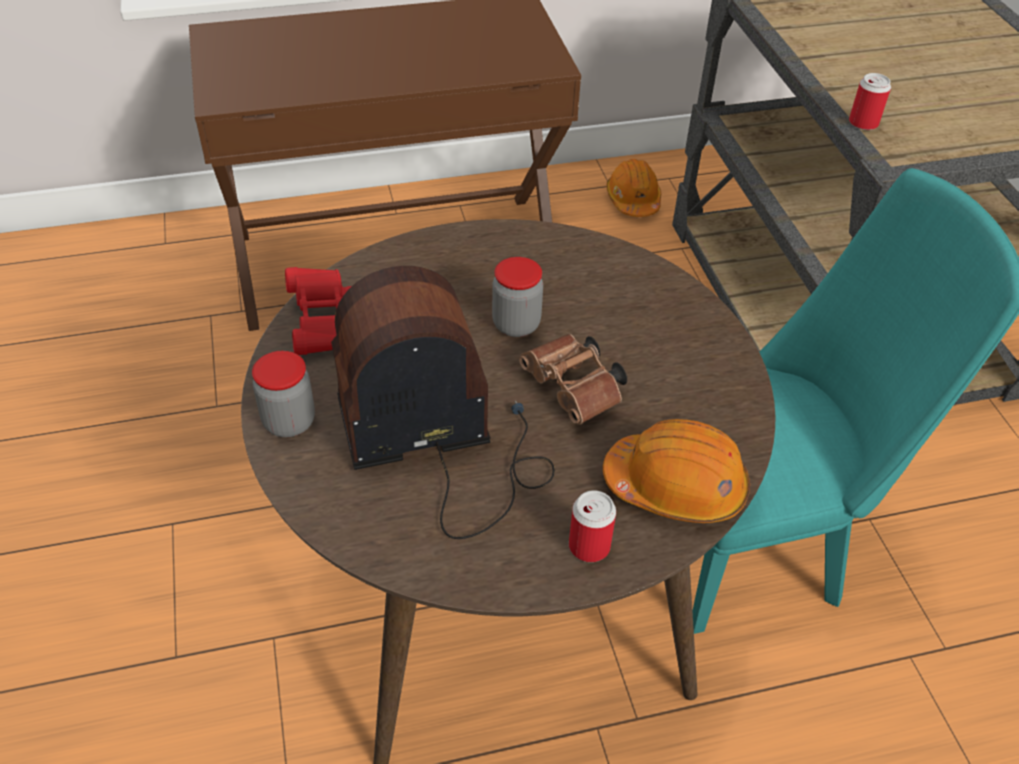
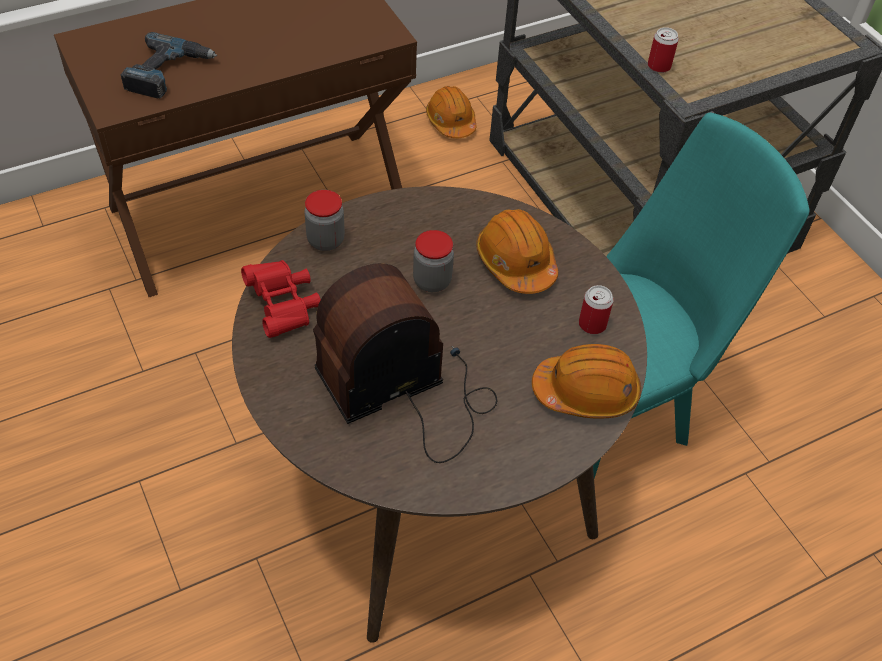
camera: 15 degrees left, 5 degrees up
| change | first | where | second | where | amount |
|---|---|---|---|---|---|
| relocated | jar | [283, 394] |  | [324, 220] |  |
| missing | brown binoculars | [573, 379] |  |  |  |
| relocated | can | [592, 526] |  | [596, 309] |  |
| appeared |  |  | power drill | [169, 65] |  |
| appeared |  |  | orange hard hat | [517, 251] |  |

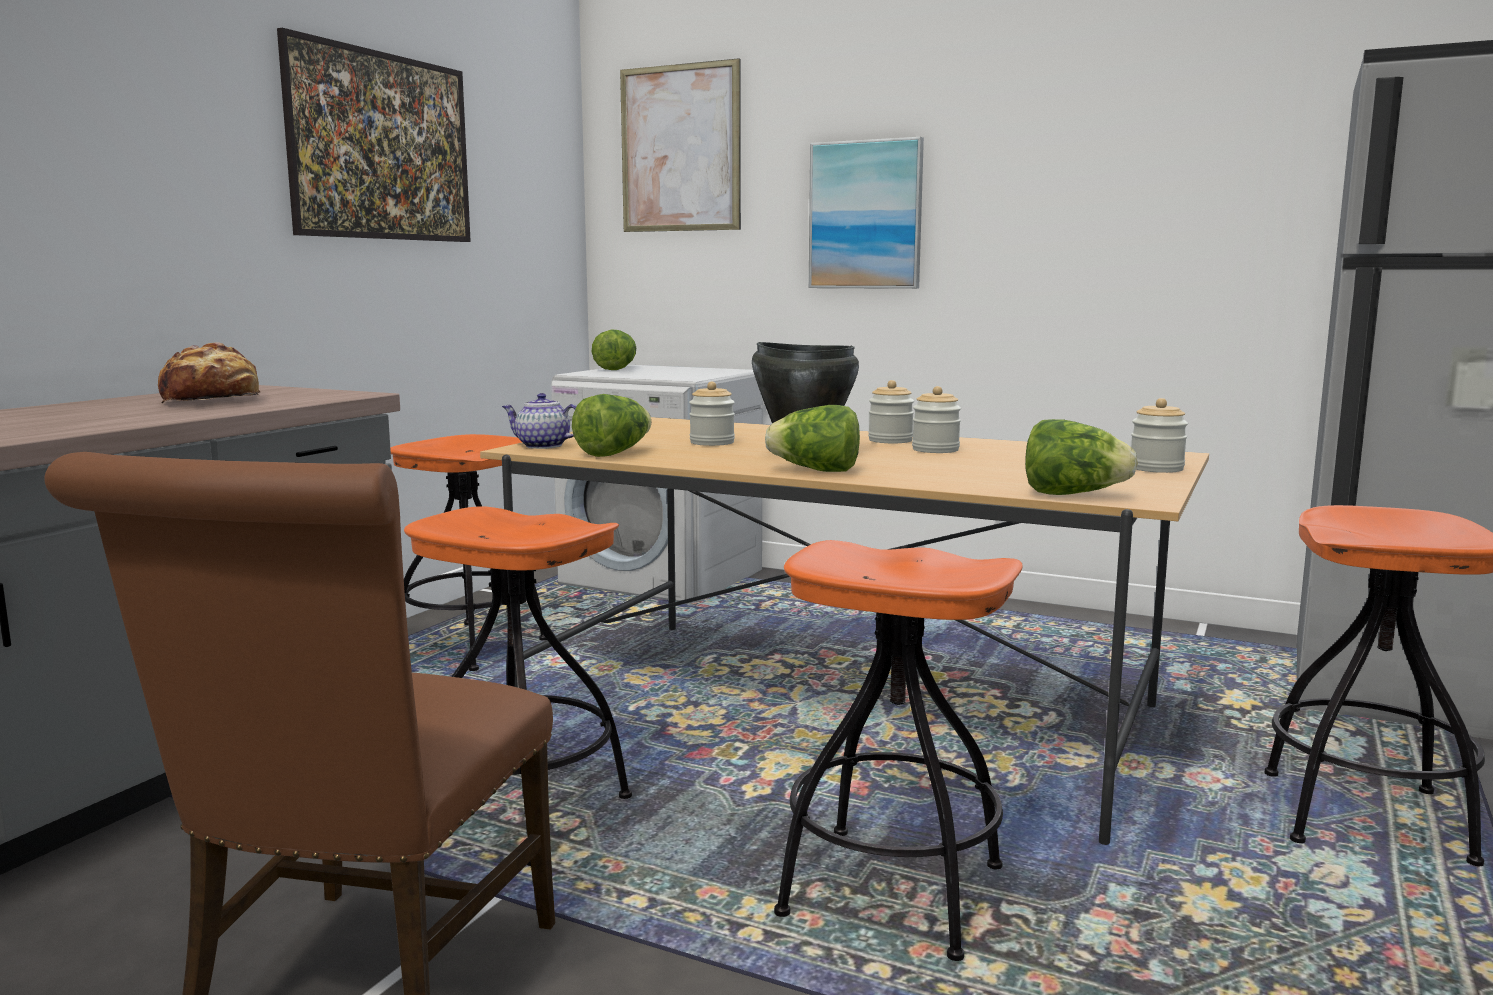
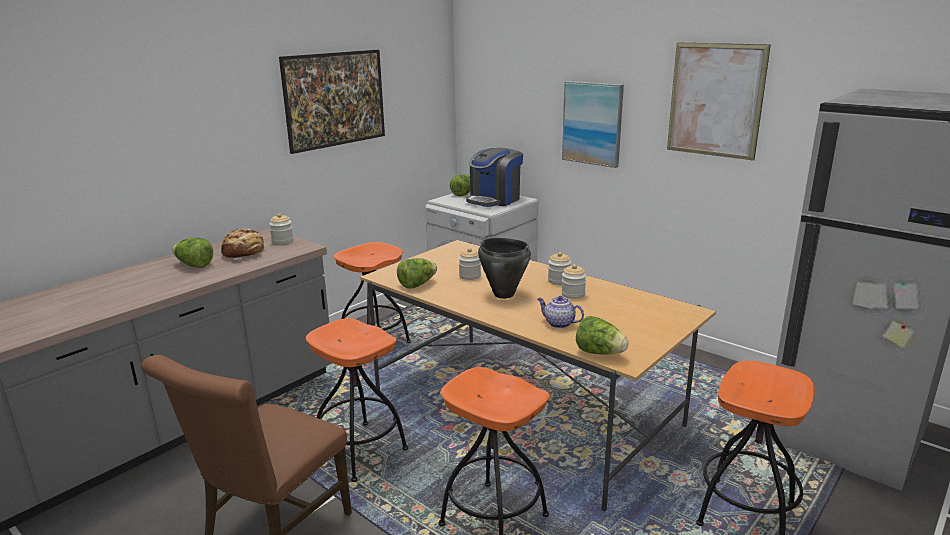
camera: 15 degrees right, 10 degrees up
| change | first | where | second | where | amount |
|---|---|---|---|---|---|
| relocated | teapot | [539, 421] |  | [561, 312] |  |
| relocated | picture | [680, 145] |  | [719, 101] |  |
| relocated | lettuce | [812, 438] |  | [192, 252] |  |
| relocated | jar | [1159, 435] |  | [281, 228] |  |
| appeared |  |  | coffee machine | [494, 177] |  |

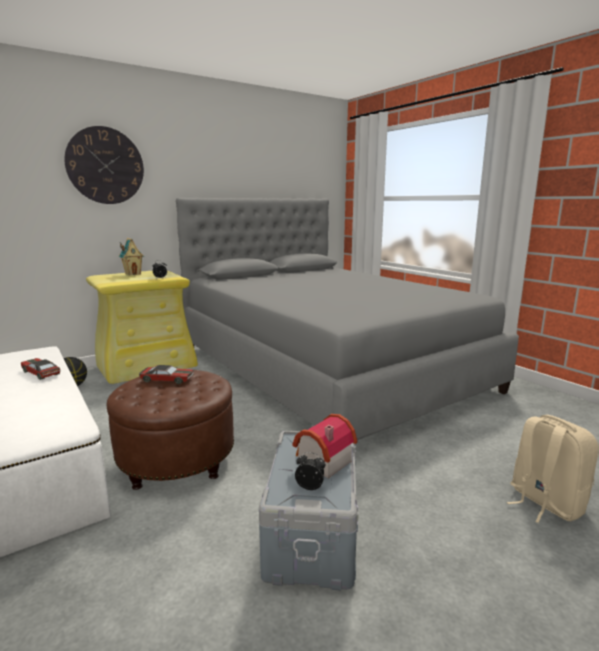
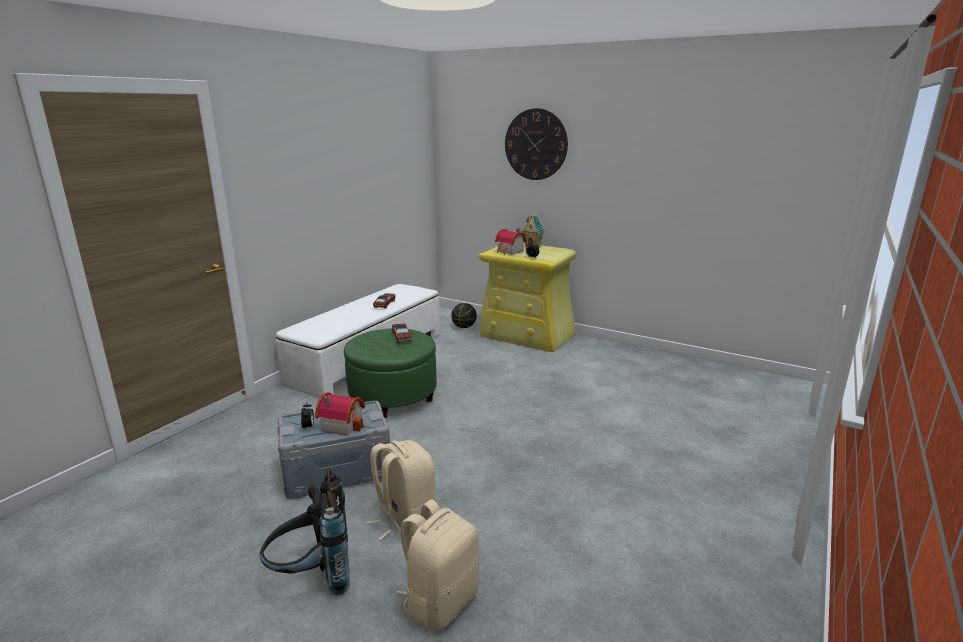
camera: 65 degrees right, 5 degrees up
| change | first | where | second | where | amount |
|---|---|---|---|---|---|
| colour | brown ottoman | [170, 430] | green ottoman | [390, 373] |  |
| missing | grey bed | [347, 319] |  |  |  |
| appeared |  |  | black backpack | [305, 531] |  |
| appeared |  |  | beige backpack | [401, 490] |  |
| appeared |  |  | toy house | [511, 241] |  |

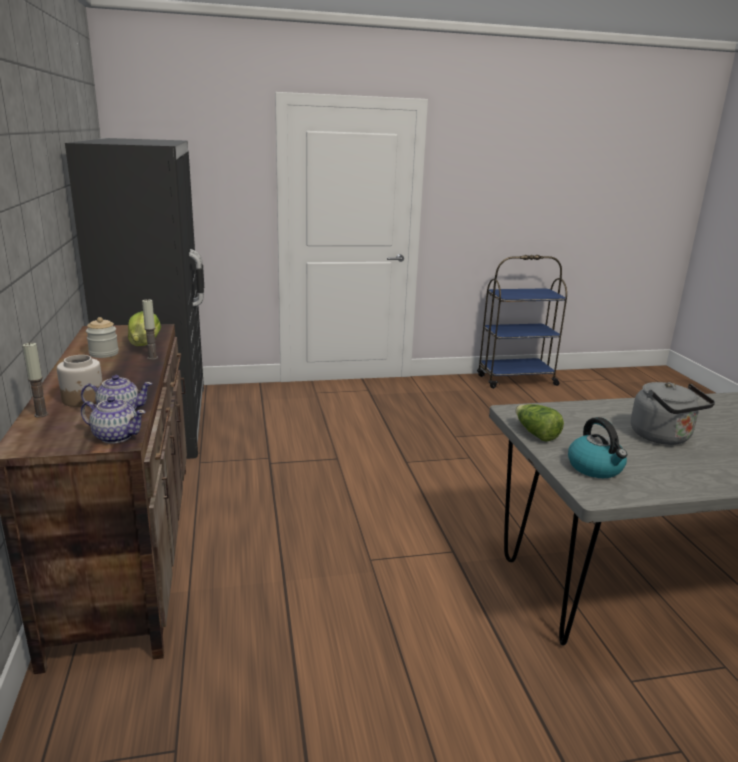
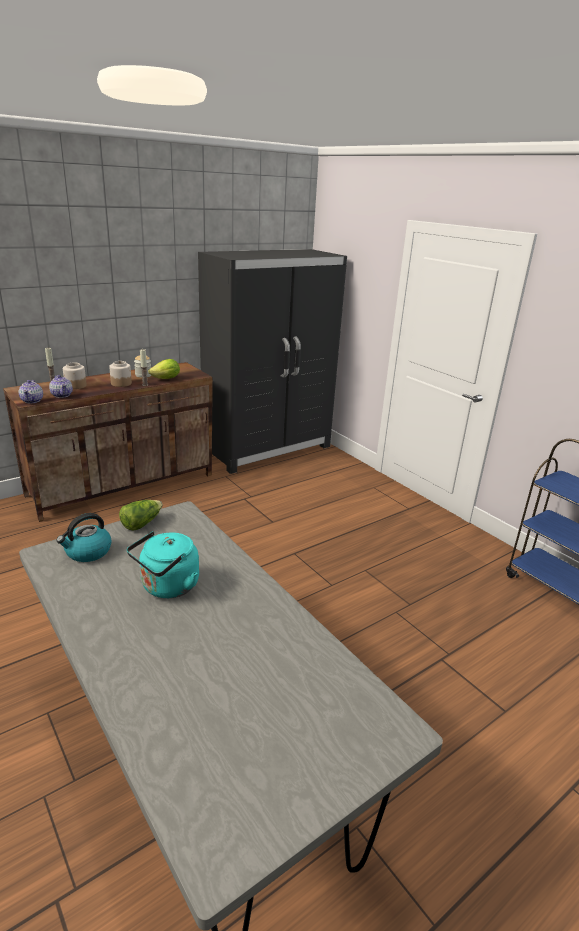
camera: 65 degrees right, 5 degrees up
| change | first | where | second | where | amount |
|---|---|---|---|---|---|
| colour | grey kettle | [673, 413] | turquoise kettle | [163, 564] |  |
| appeared |  |  | jar | [120, 374] |  |

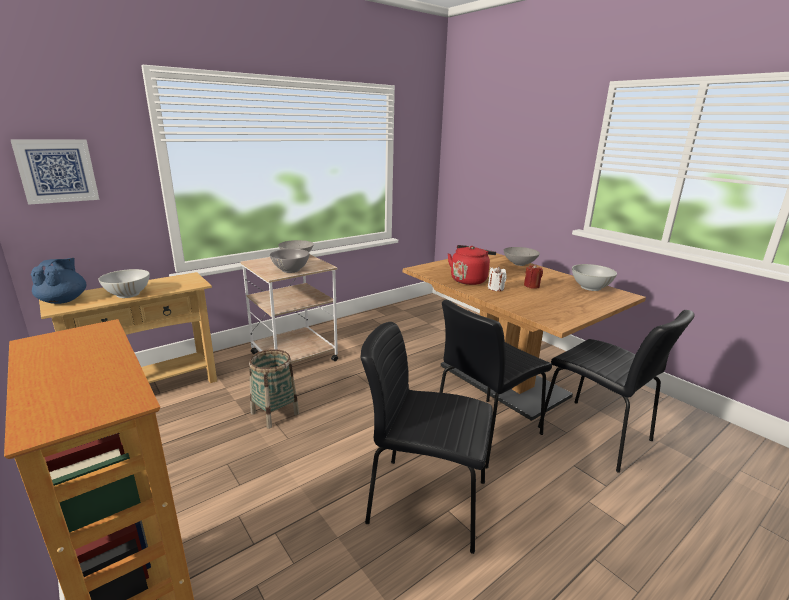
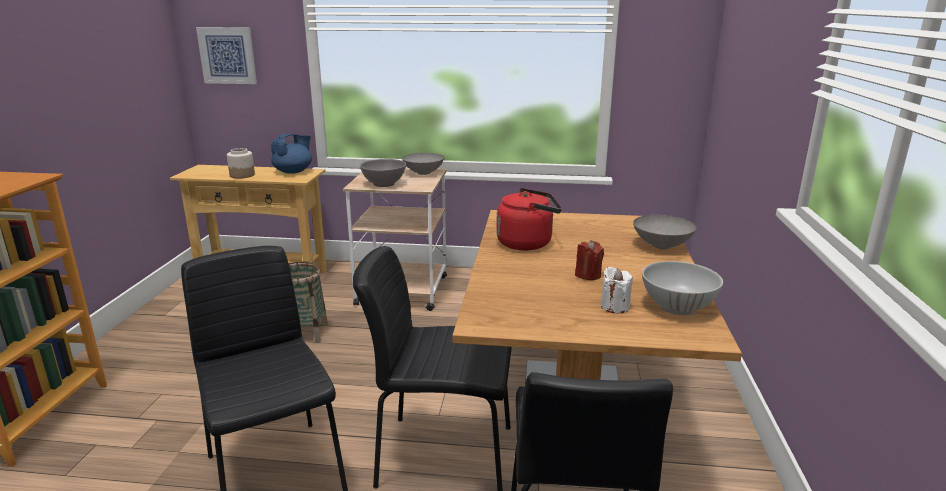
camera: 45 degrees right, 0 degrees up
| change | first | where | second | where | amount |
|---|---|---|---|---|---|
| relocated | blue teapot | [59, 281] |  | [291, 153] |  |
| exchanged | white bowl | [124, 283] | jar | [241, 163] |  |
| relocated | white candle | [497, 278] |  | [617, 290] |  |

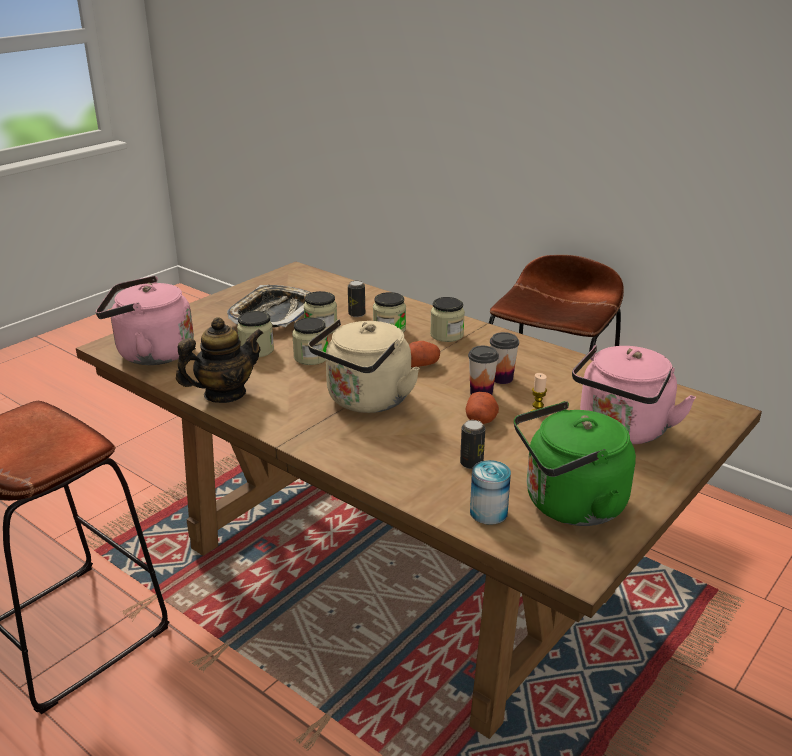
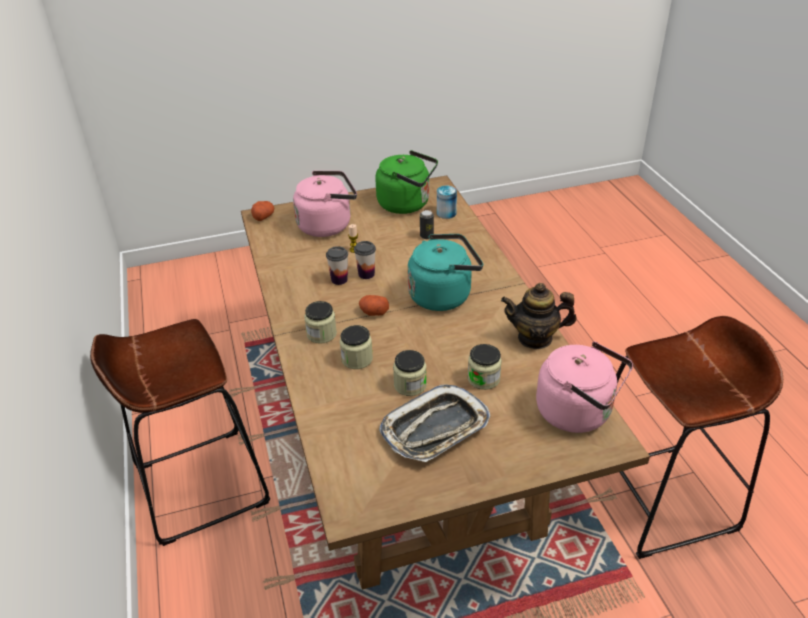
camera: 145 degrees left, 10 degrees up
| change | first | where | second | where | amount |
|---|---|---|---|---|---|
| missing | jar | [310, 341] |  |  |  |
| colour | beige kettle | [364, 366] | turquoise kettle | [445, 272] |  |
| missing | can | [356, 298] |  |  |  |
| relocated | potato | [482, 408] |  | [262, 211] |  |

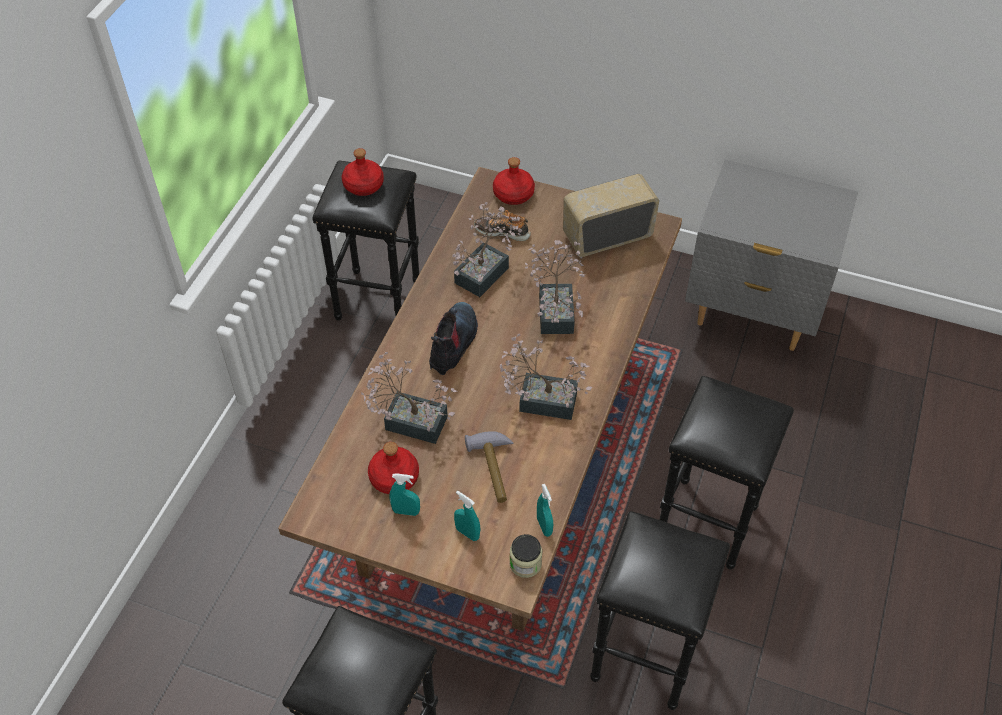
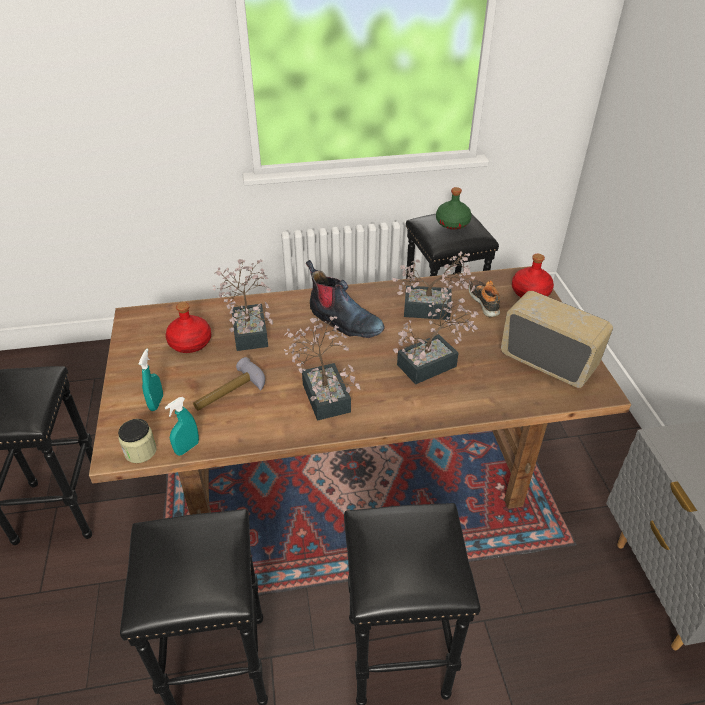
camera: 60 degrees right, 10 degrees down
| change | first | where | second | where | amount |
|---|---|---|---|---|---|
| colour | red bottle | [363, 172] | green bottle | [454, 208] |  |
| missing | turquoise spray bottle | [404, 494] |  |  |  |
| spun | boot | [453, 338] |  | [345, 299] | 45 degrees clockwise |

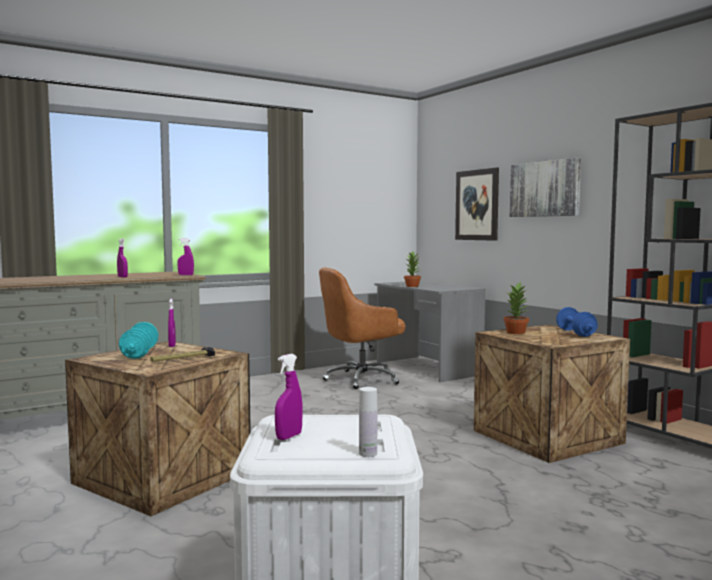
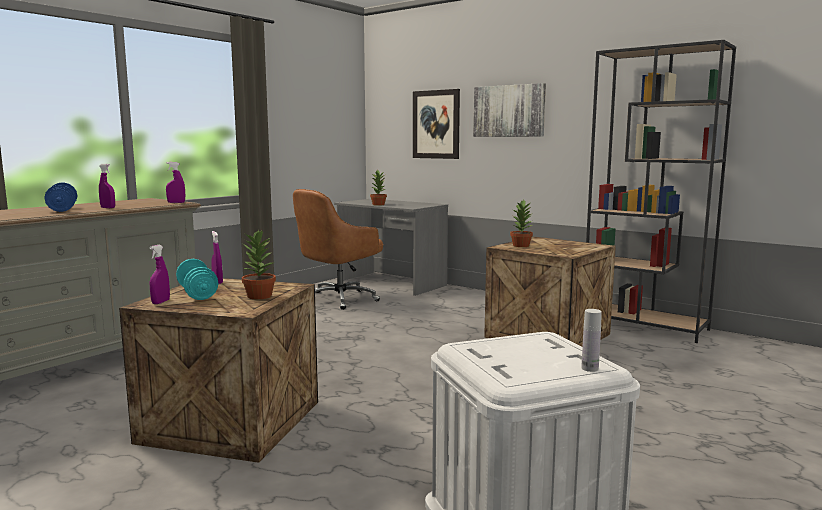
camera: 20 degrees left, 5 degrees up
| change | first | where | second | where | amount |
|---|---|---|---|---|---|
| exchanged | hammer | [182, 354] | potted plant | [259, 264] |  |
| relocated | purple spray bottle | [288, 397] |  | [160, 274] |  |
| relocated | blue dumbbell | [577, 322] |  | [60, 197] |  |

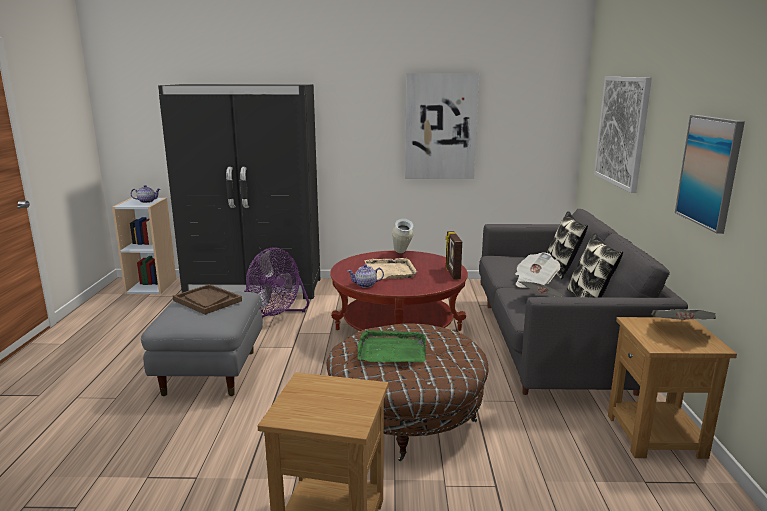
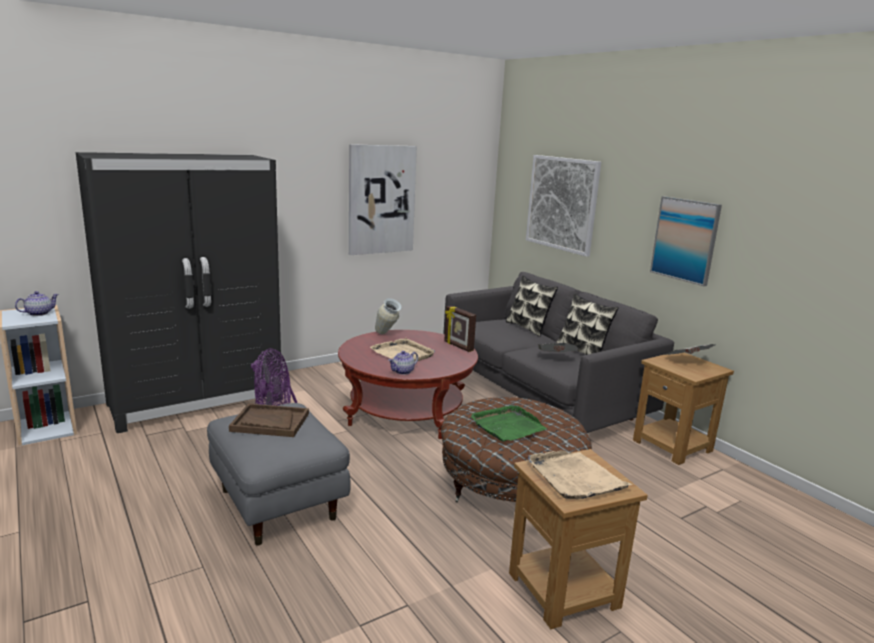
camera: 35 degrees left, 0 degrees up
| change | first | where | second | where | amount |
|---|---|---|---|---|---|
| missing | newspaper | [537, 270] |  |  |  |
| appeared |  |  | beige tray | [580, 474] |  |

